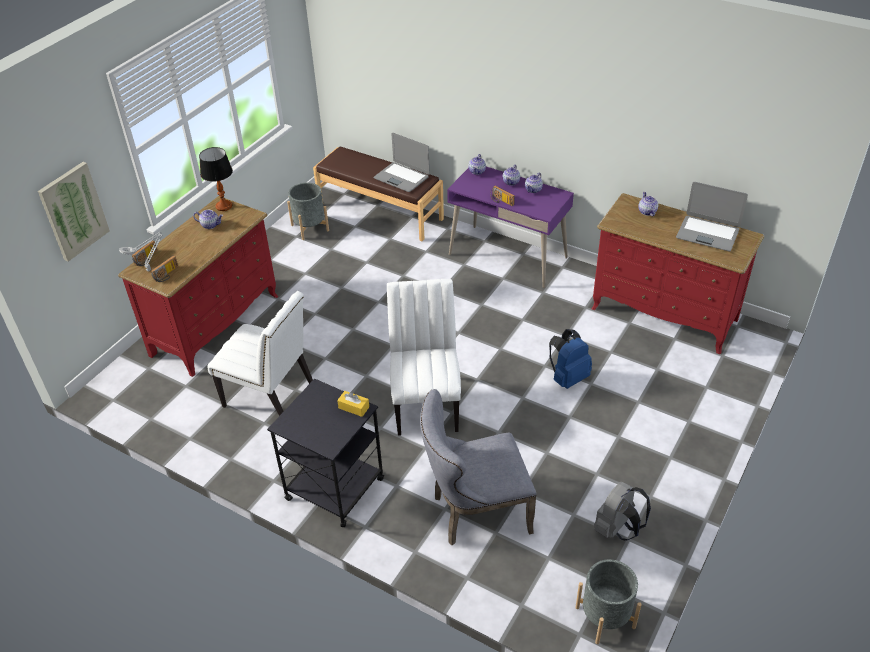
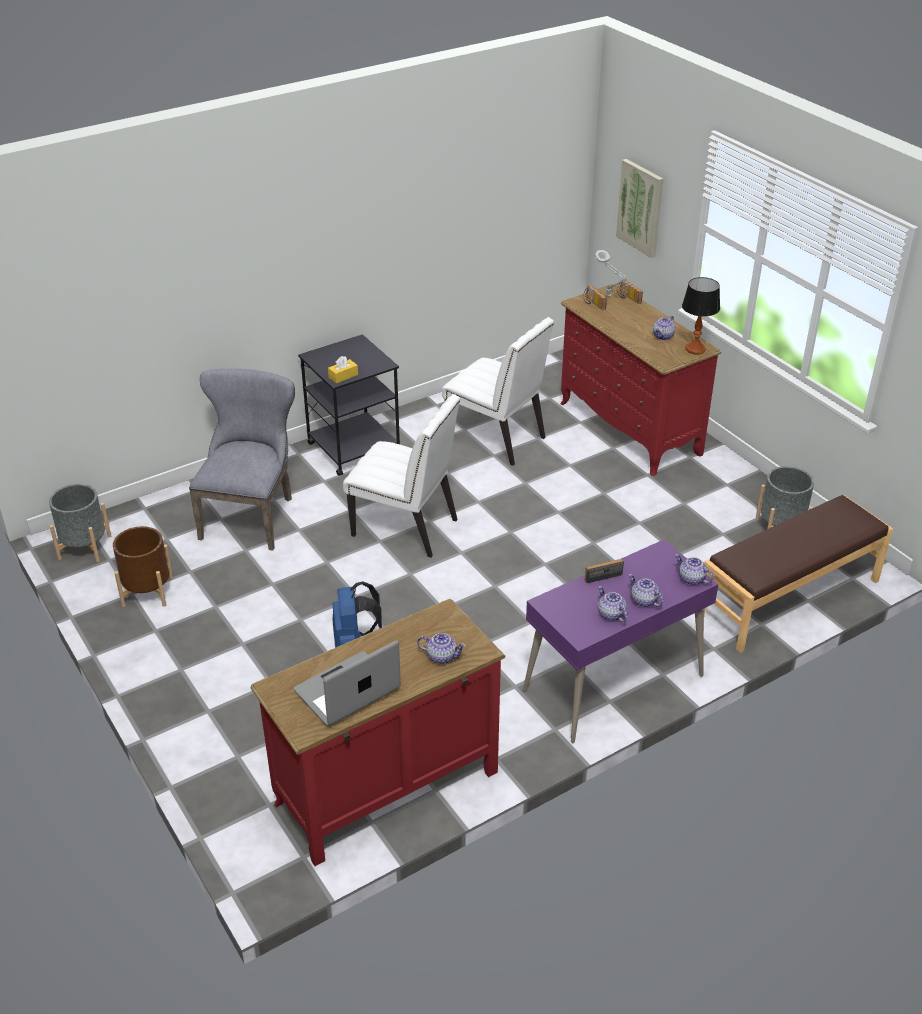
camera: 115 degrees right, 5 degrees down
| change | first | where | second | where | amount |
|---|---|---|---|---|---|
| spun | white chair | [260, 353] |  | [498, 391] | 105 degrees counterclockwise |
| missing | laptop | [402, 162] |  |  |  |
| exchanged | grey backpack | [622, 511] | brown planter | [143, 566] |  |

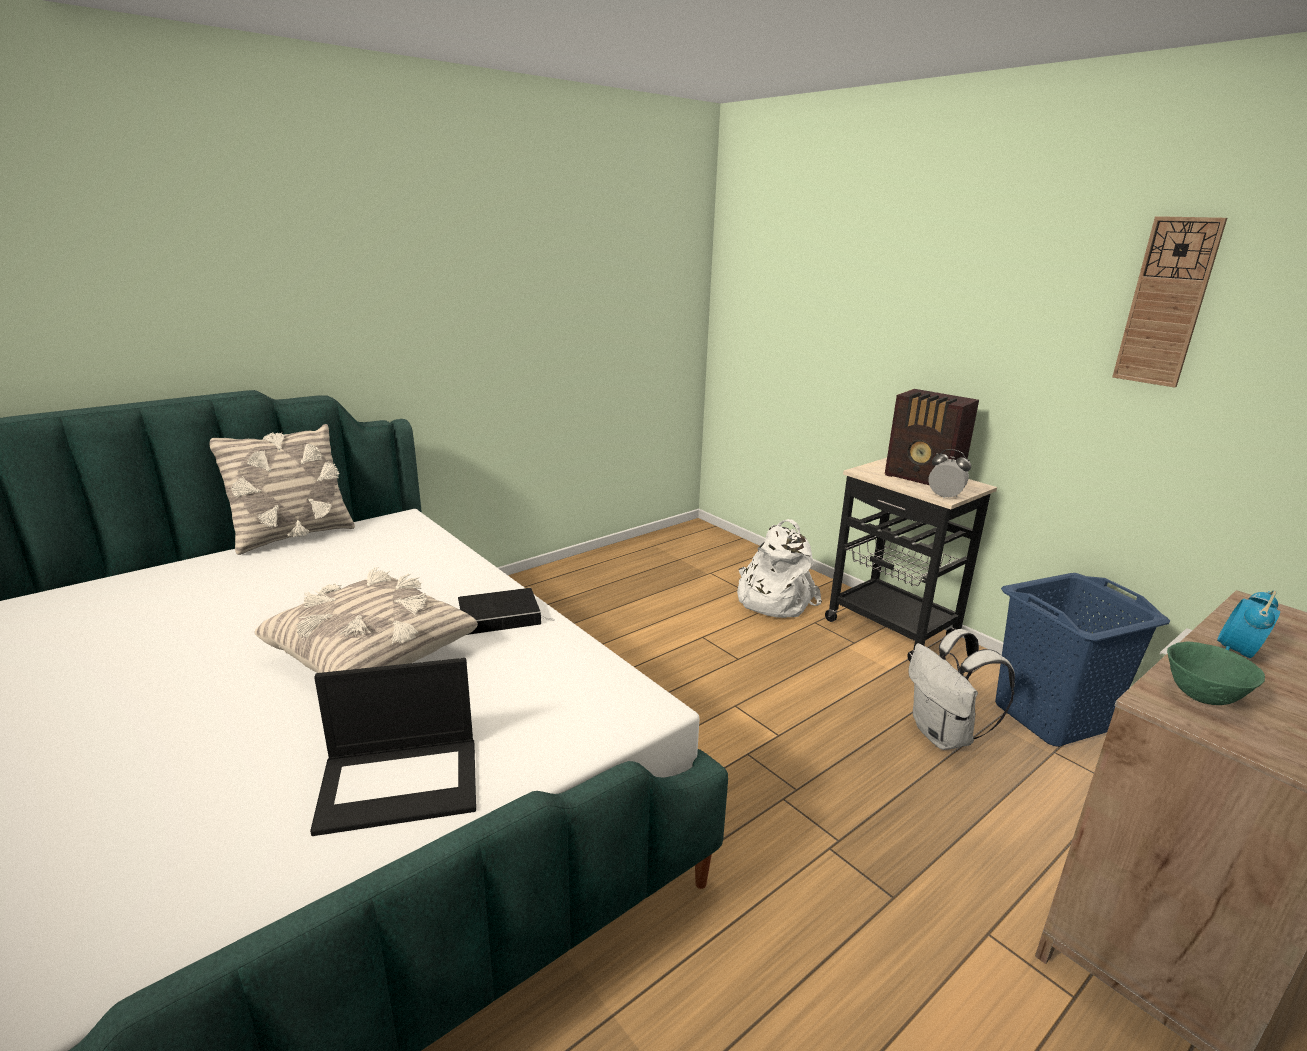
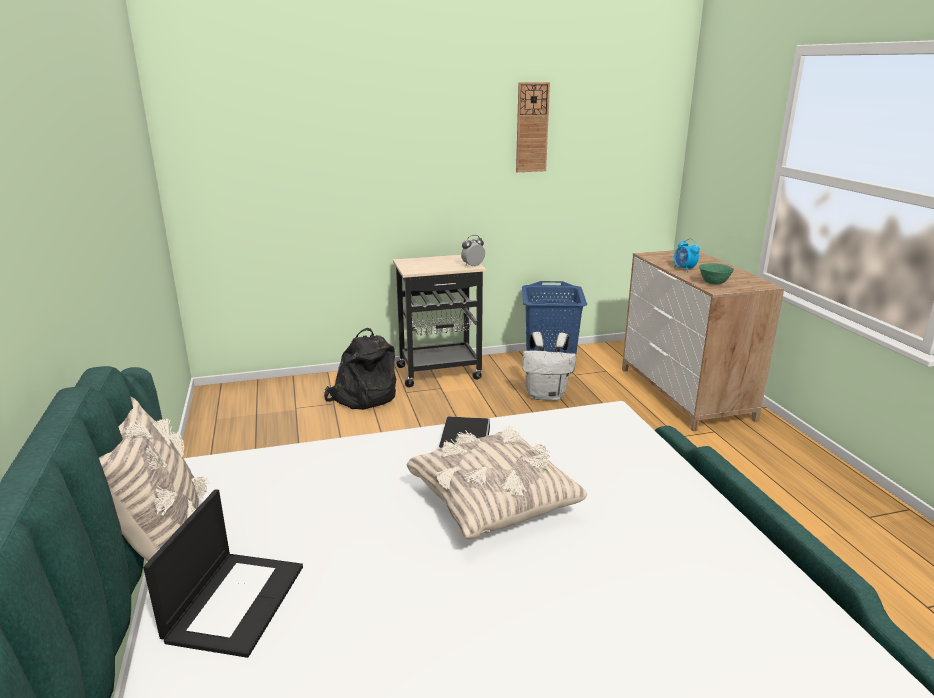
camera: 65 degrees left, 0 degrees up
| change | first | where | second | where | amount |
|---|---|---|---|---|---|
| relocated | laptop | [393, 747] |  | [223, 573] |  |
| colour | white backpack | [779, 568] | black backpack | [360, 369] |  |
| missing | radio | [932, 437] |  |  |  |

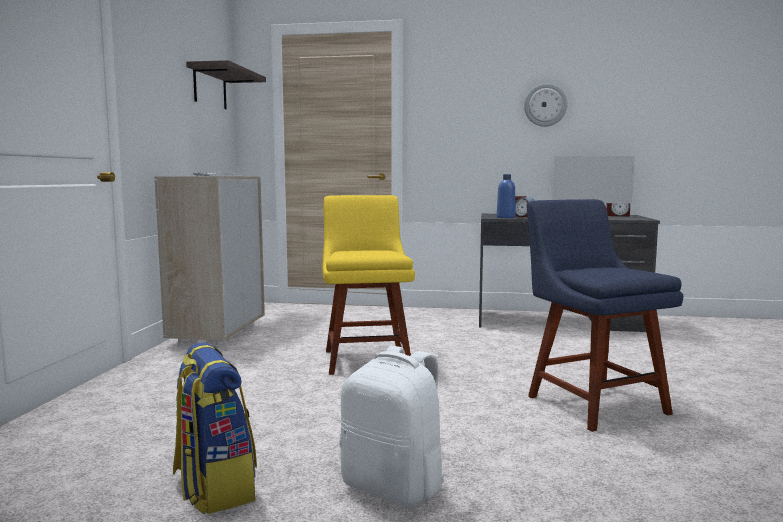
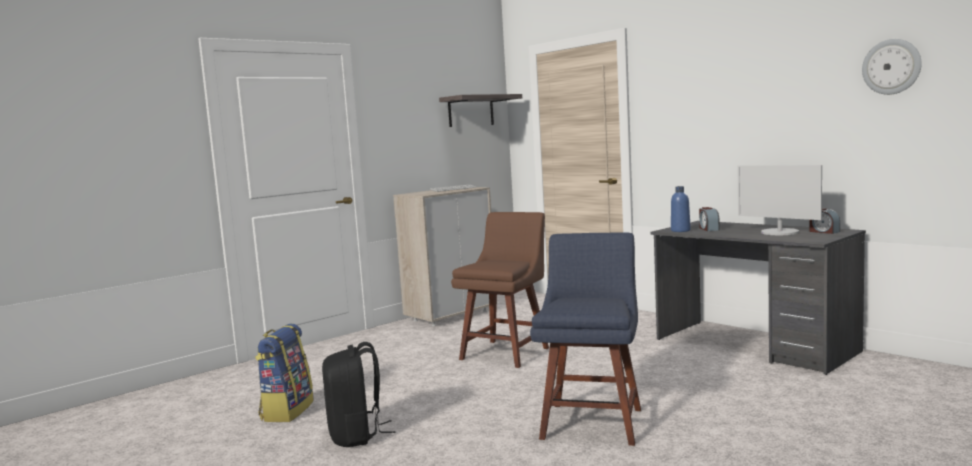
camera: 40 degrees right, 0 degrees up
| change | first | where | second | where | amount |
|---|---|---|---|---|---|
| colour | yellow chair | [368, 285] | brown chair | [500, 290] |  |
| colour | white backpack | [391, 427] | black backpack | [359, 394] |  |
| relocated | wall clock | [546, 105] |  | [892, 67] |  |

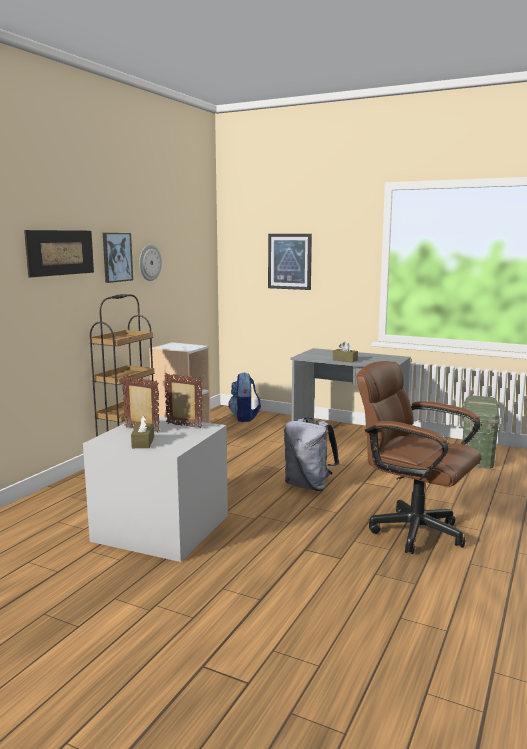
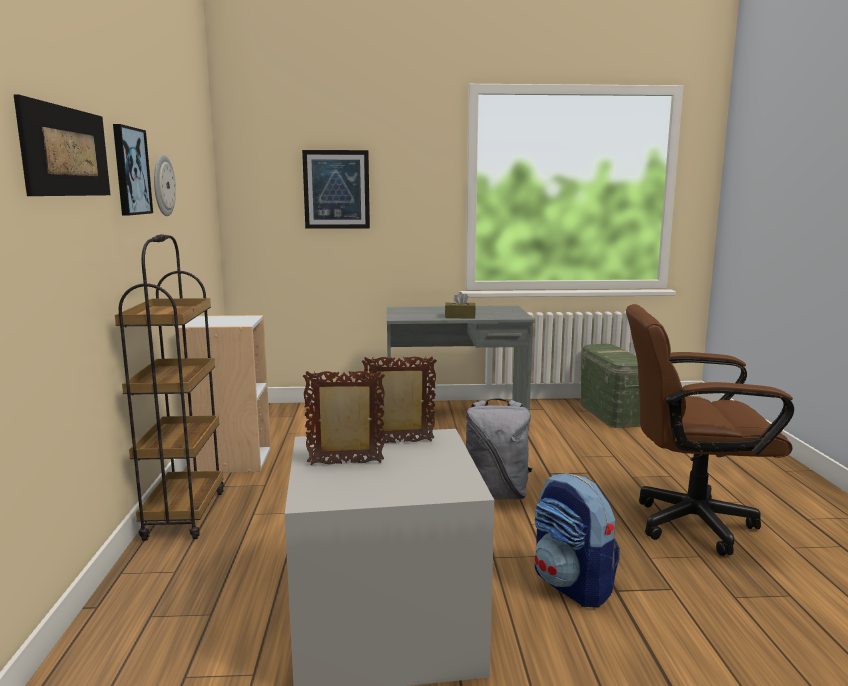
camera: 30 degrees left, 0 degrees up
| change | first | where | second | where | amount |
|---|---|---|---|---|---|
| missing | brown tissue box | [142, 432] |  |  |  |
| relocated | backpack | [244, 397] |  | [577, 540] |  |

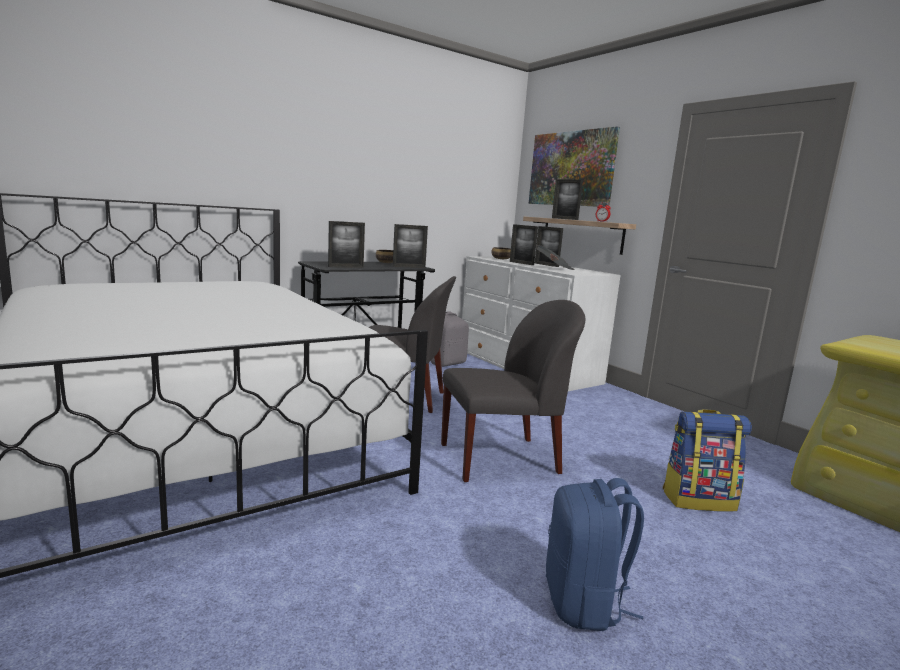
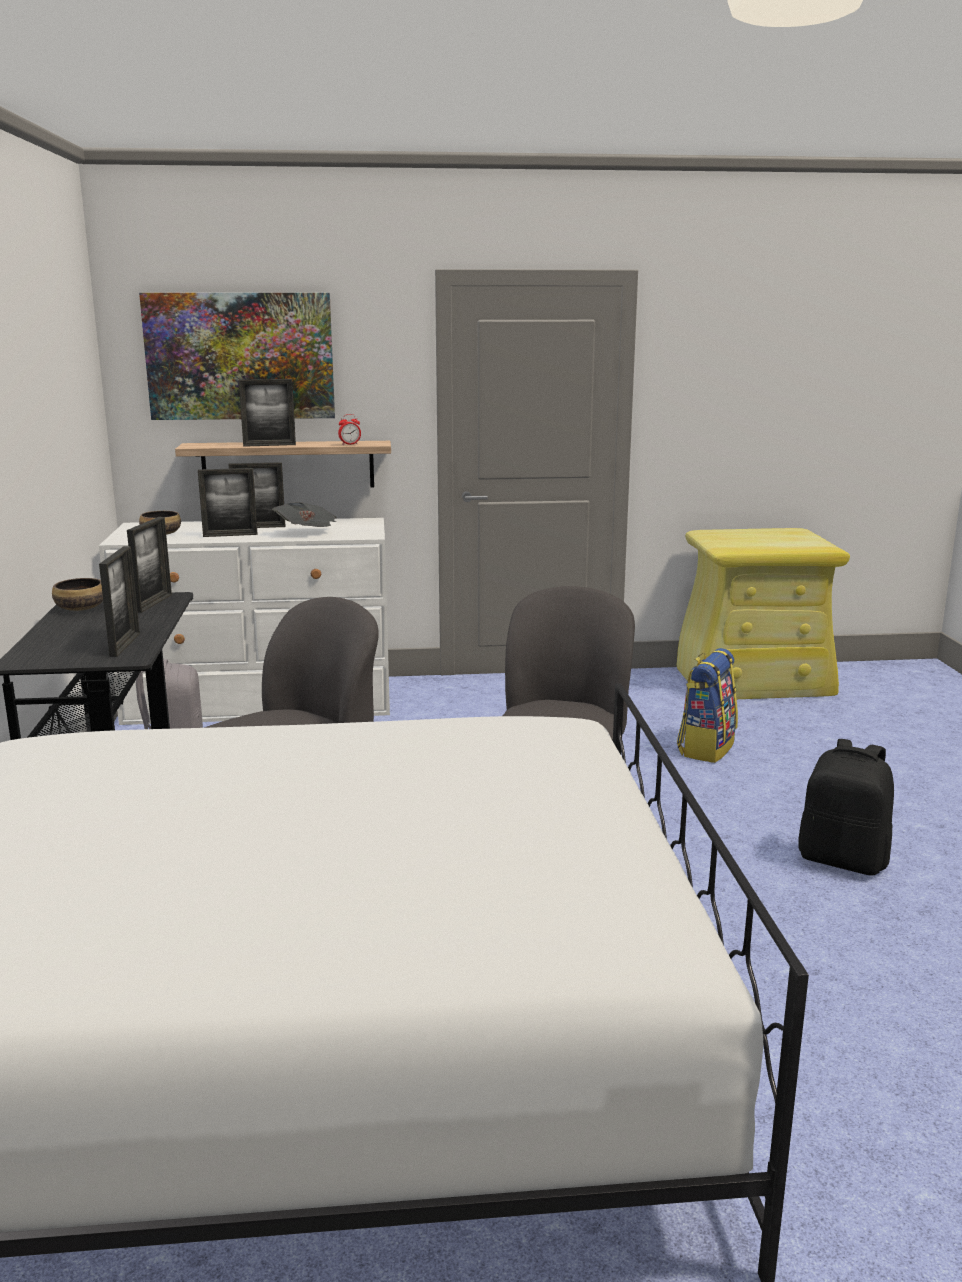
camera: 60 degrees left, 5 degrees up
| change | first | where | second | where | amount |
|---|---|---|---|---|---|
| colour | blue backpack | [595, 554] | black backpack | [846, 807] |  |

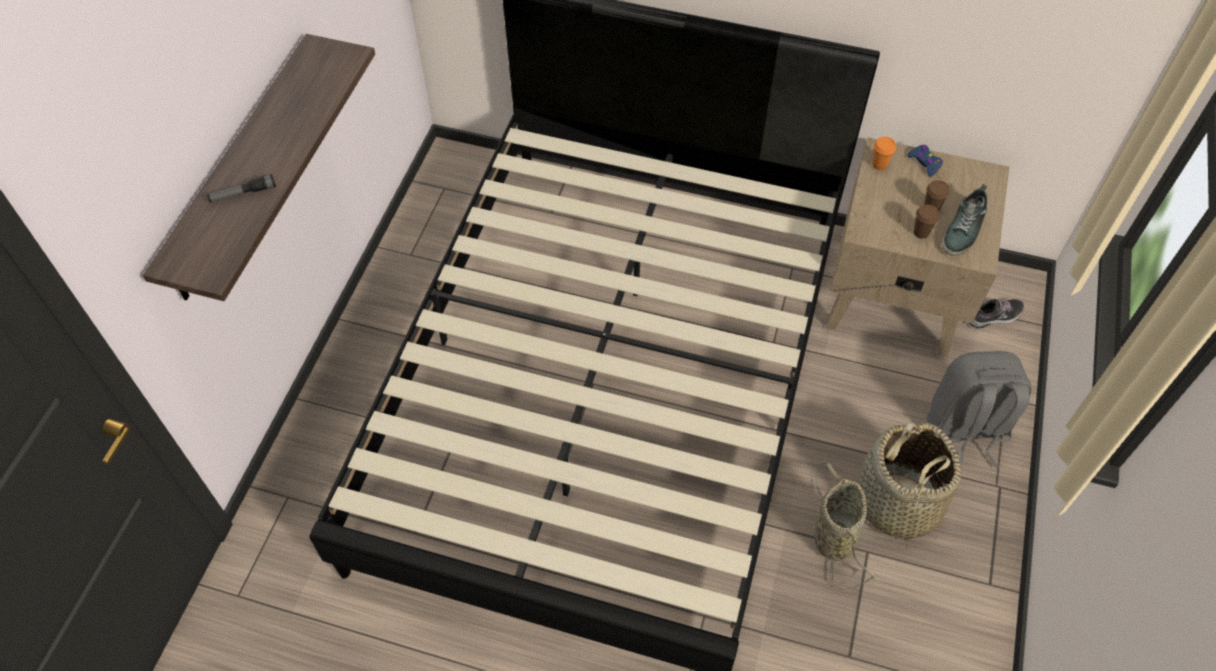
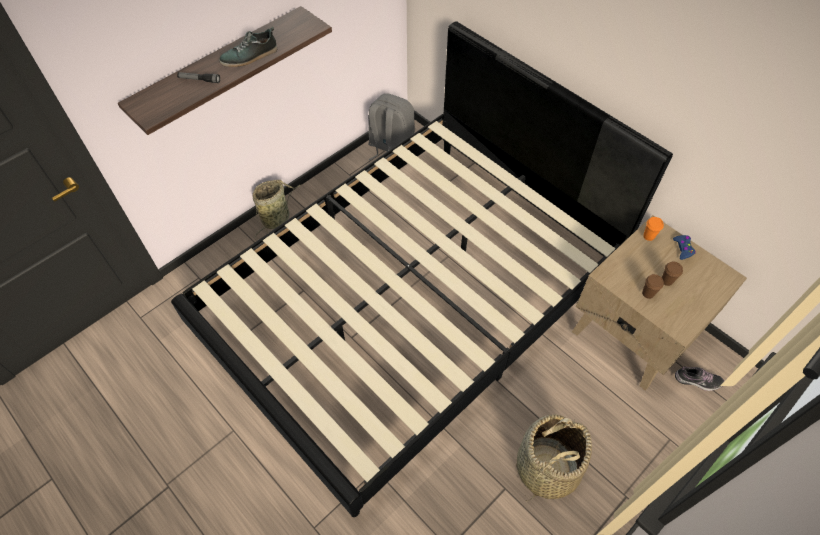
camera: 30 degrees right, 0 degrees up
| change | first | where | second | where | amount |
|---|---|---|---|---|---|
| relocated | basket | [846, 525] |  | [277, 210] |  |
| relocated | grey backpack | [979, 409] |  | [391, 126] |  |
| relocated | shoe | [964, 220] |  | [248, 47] |  |

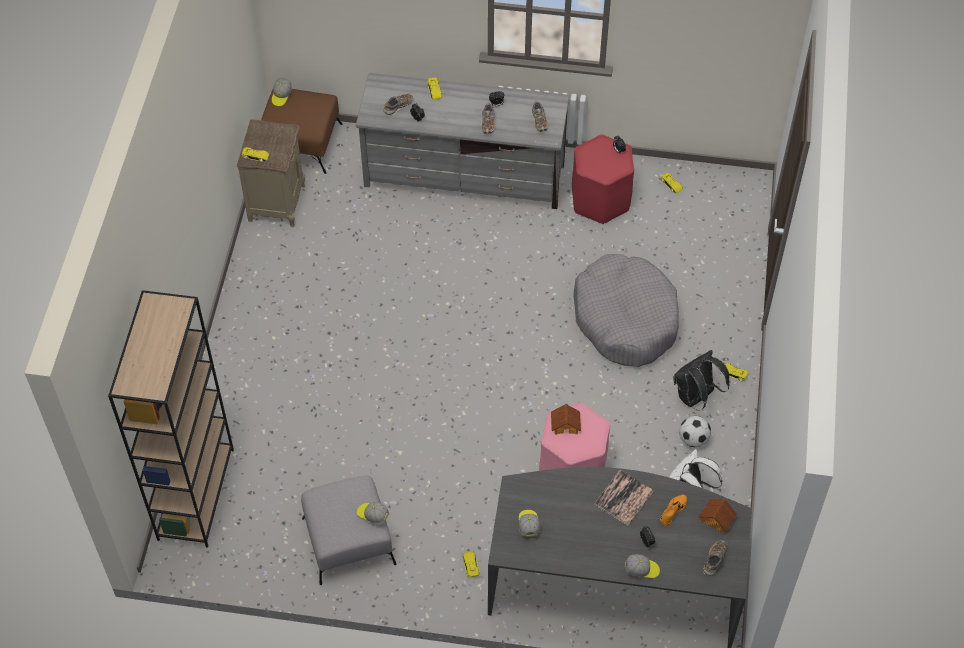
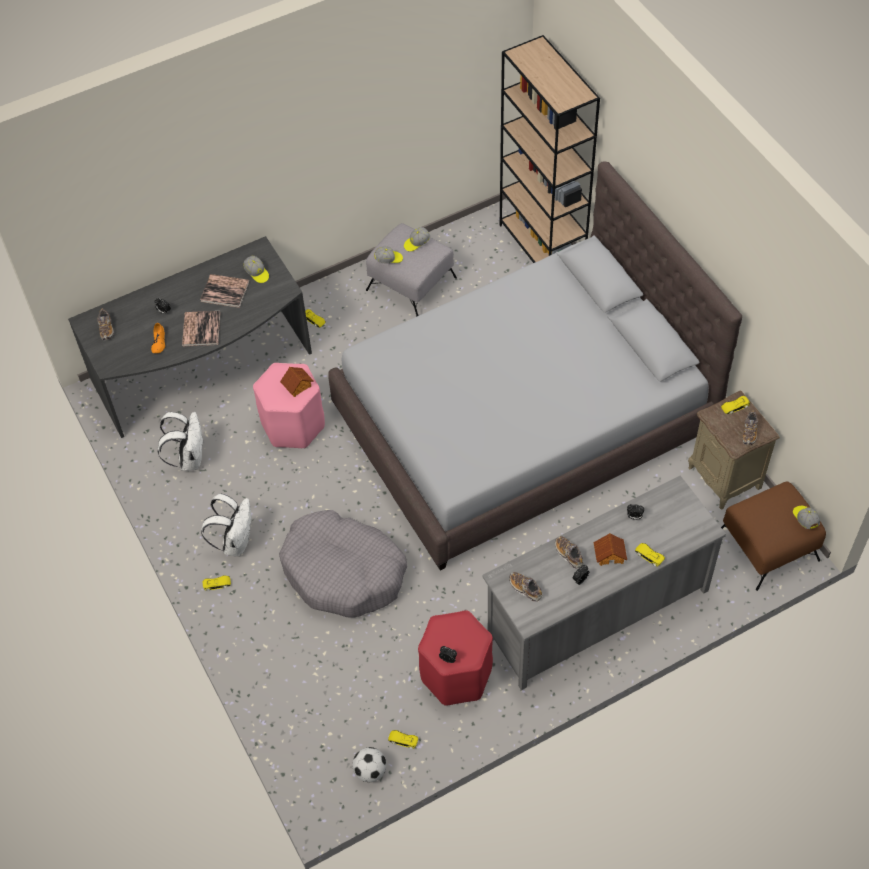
camera: 145 degrees right, 0 degrees up
| change | first | where | second | where | amount |
|---|---|---|---|---|---|
| relocated | shoe | [398, 104] |  | [750, 427] |  |
| relocated | cap | [642, 566] |  | [417, 239] |  |
| colour | black backpack | [702, 380] | white backpack | [226, 525] |  |
| relocated | football | [695, 431] |  | [369, 764] |  |
| relocated | toy house | [718, 516] |  | [610, 549] |  |
| appeared |  |  | book | [224, 291] |  |
| appeared |  |  | grey bed | [535, 365] |  |

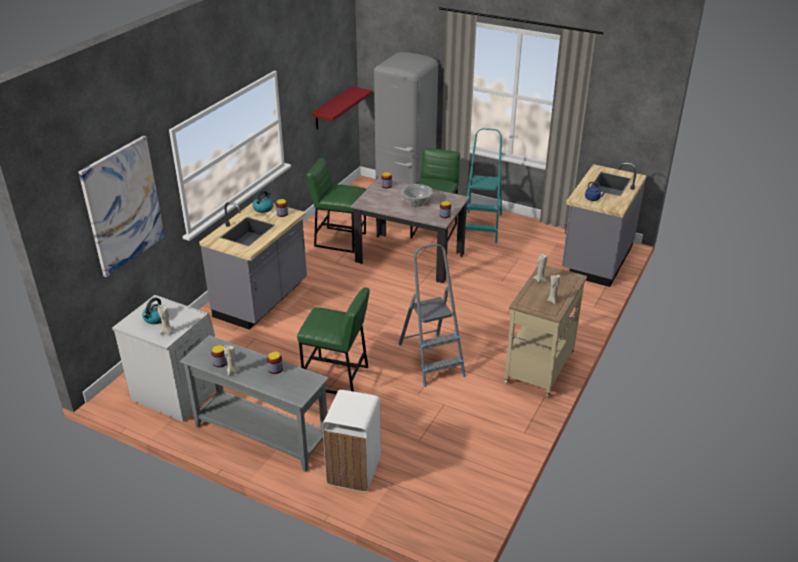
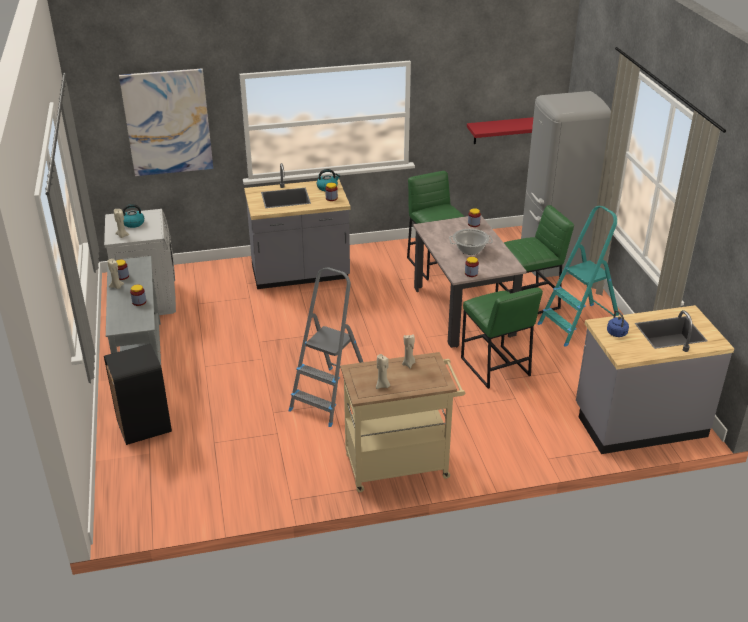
camera: 50 degrees right, 0 degrees up
| change | first | where | second | where | amount |
|---|---|---|---|---|---|
| relocated | green chair | [333, 340] |  | [502, 338] |  |
| colour | white trash can | [352, 441] | black trash can | [138, 394] |  |

